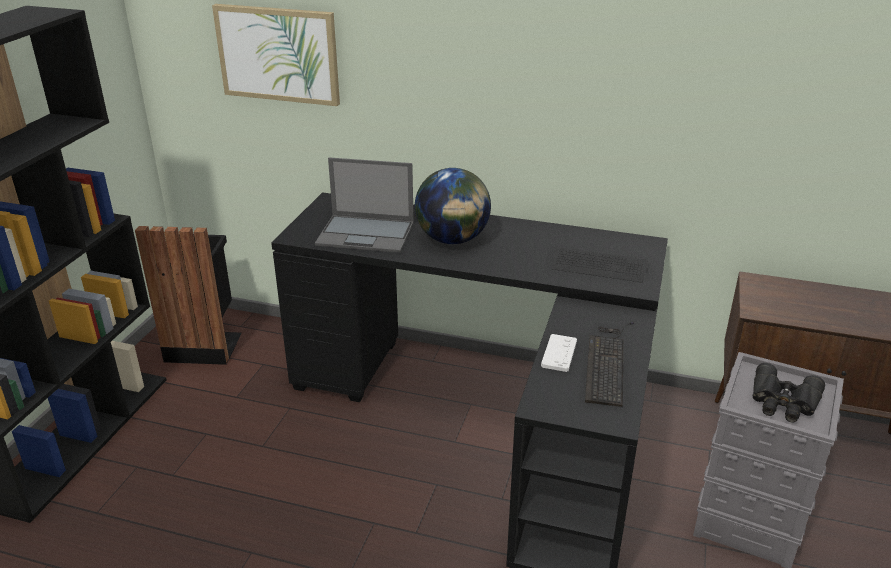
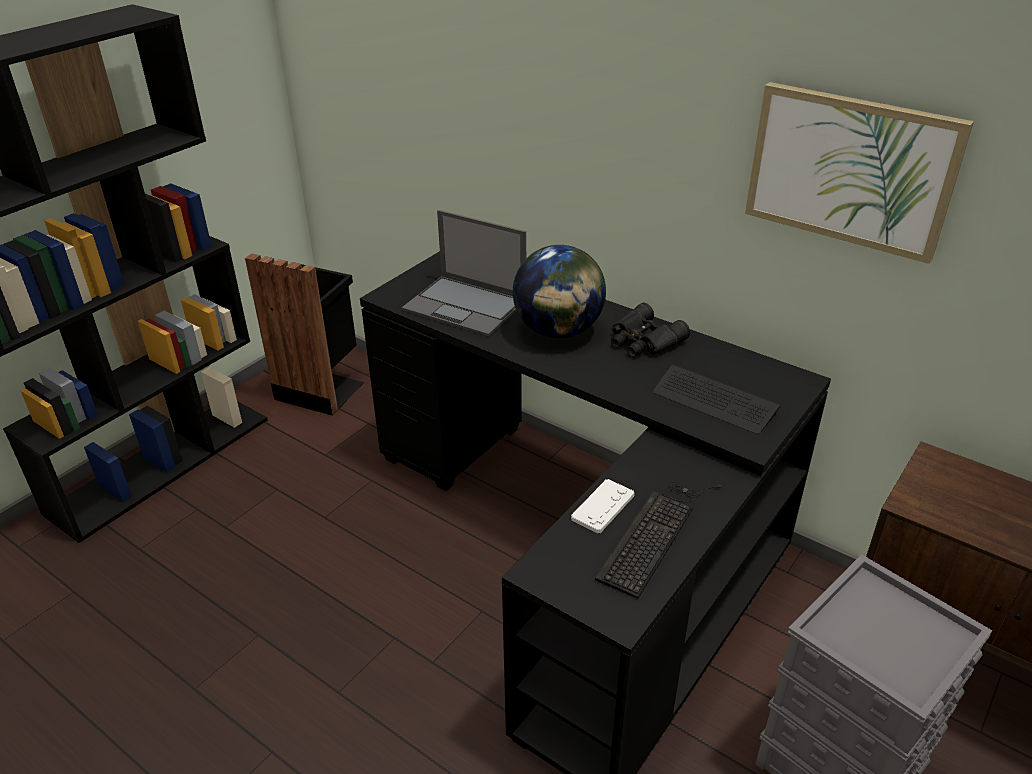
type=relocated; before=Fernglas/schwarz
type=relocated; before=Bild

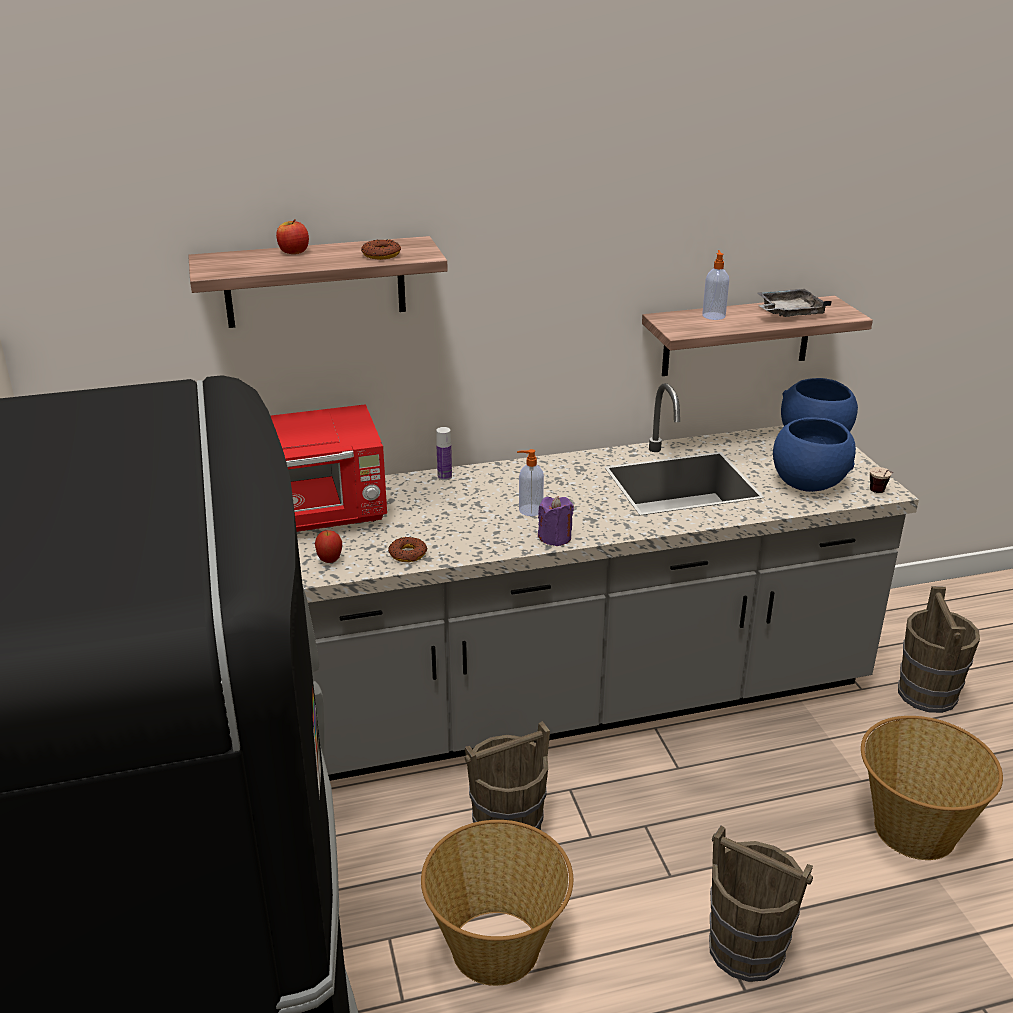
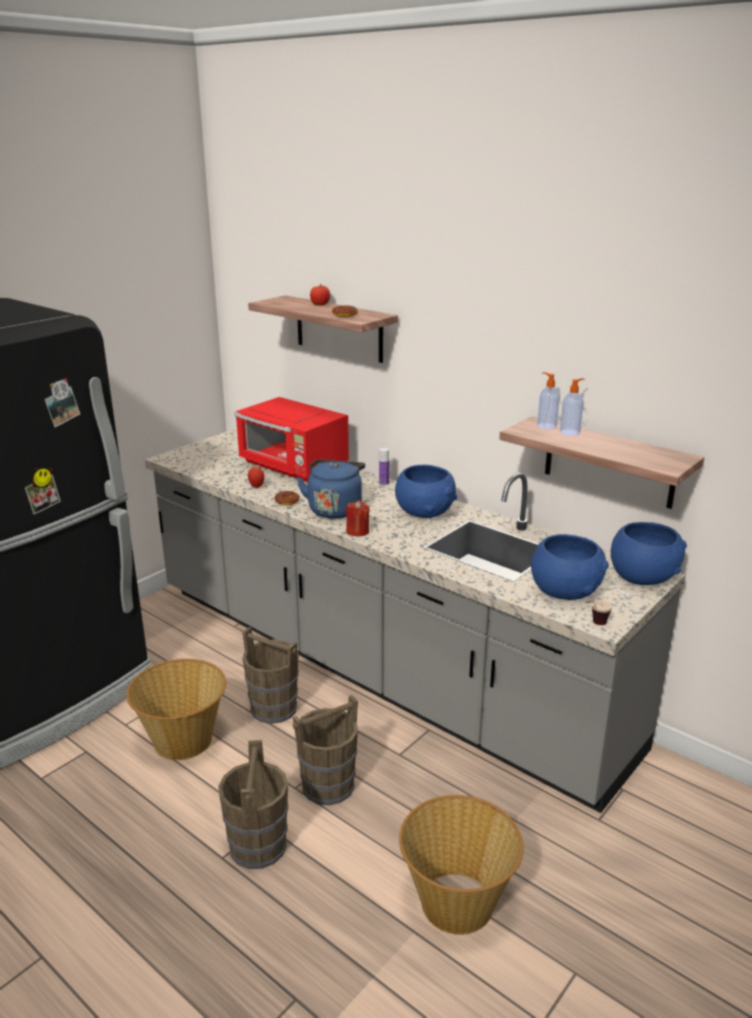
type=relocated; before=Eimer/braun (no. 3 from left)
type=appeared; after=Wasserkessel/blau
type=colour; before=Kerze/lila; after=Kerze/rot
type=appeared; after=Schüssel/blau (no. 1 from left)
type=relocated; before=Seifenspender (no. 1 from left)
type=missing; before=Tablett/grau

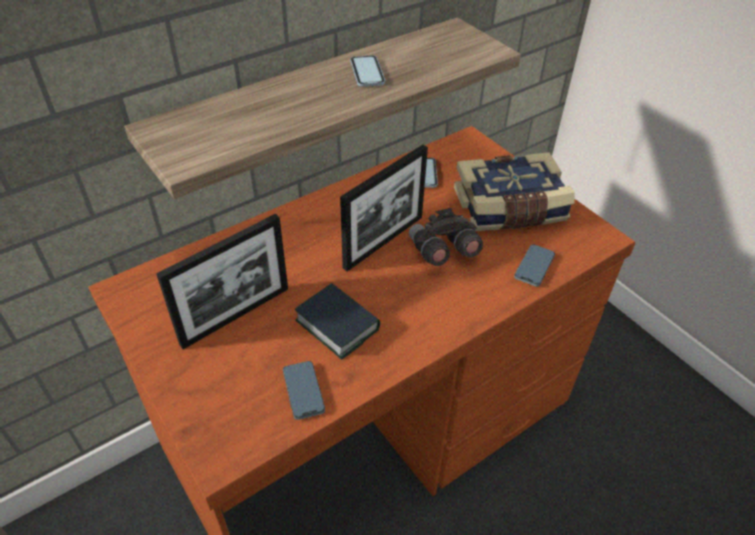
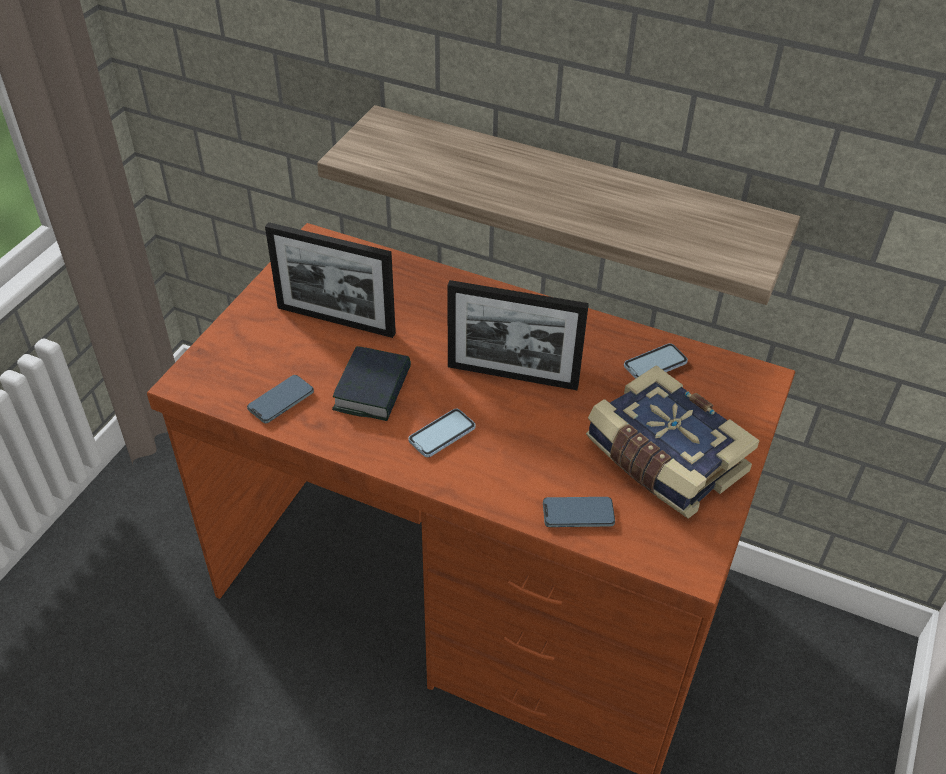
type=relocated; before=Handy (no. 2 from left)
type=missing; before=Fernglas/grau

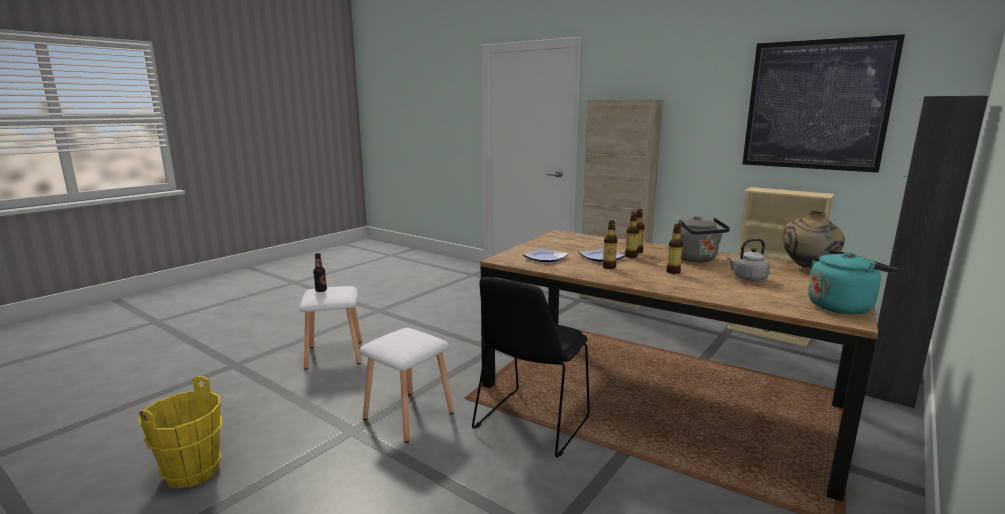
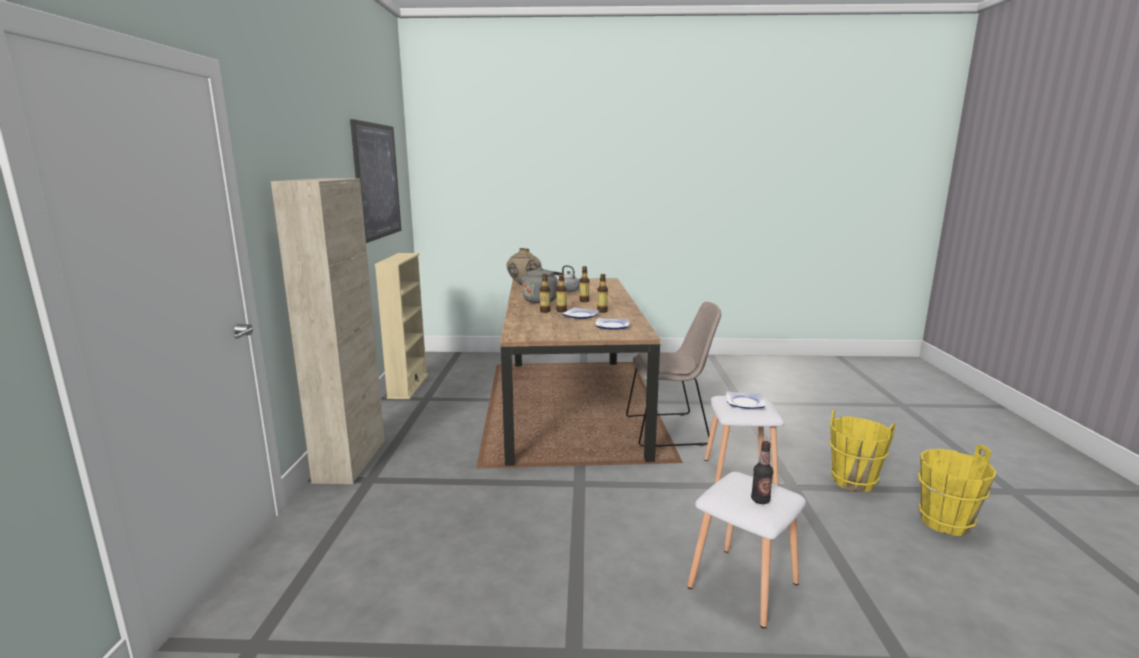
type=colour; before=Stuhl/schwarz; after=Stuhl/beige
type=appeared; after=Teller (no. 3 from left)
type=appeared; after=Eimer/gelb (no. 1 from left)
type=missing; before=Wasserkessel/türkis
type=missing; before=Schrank/schwarz

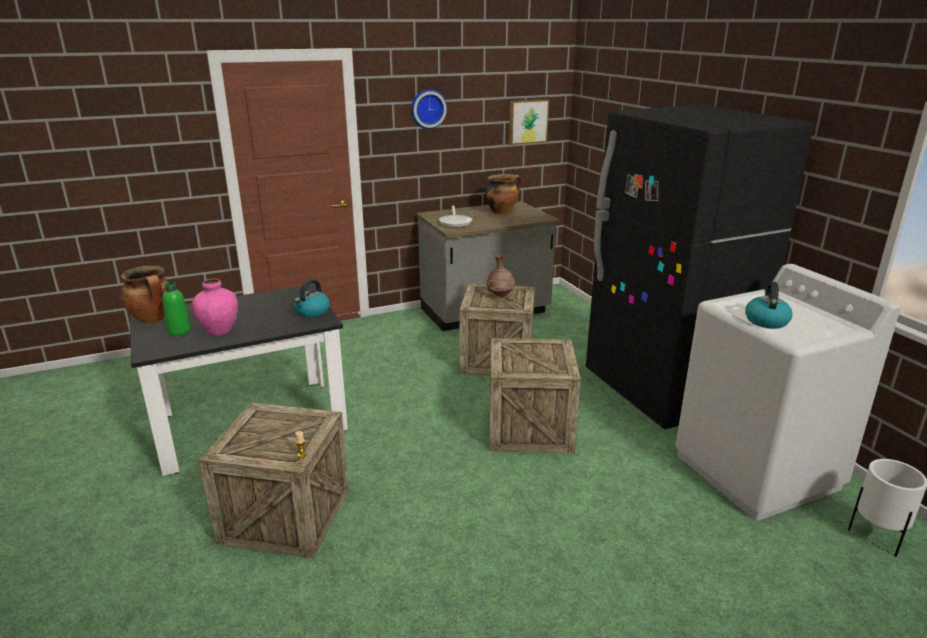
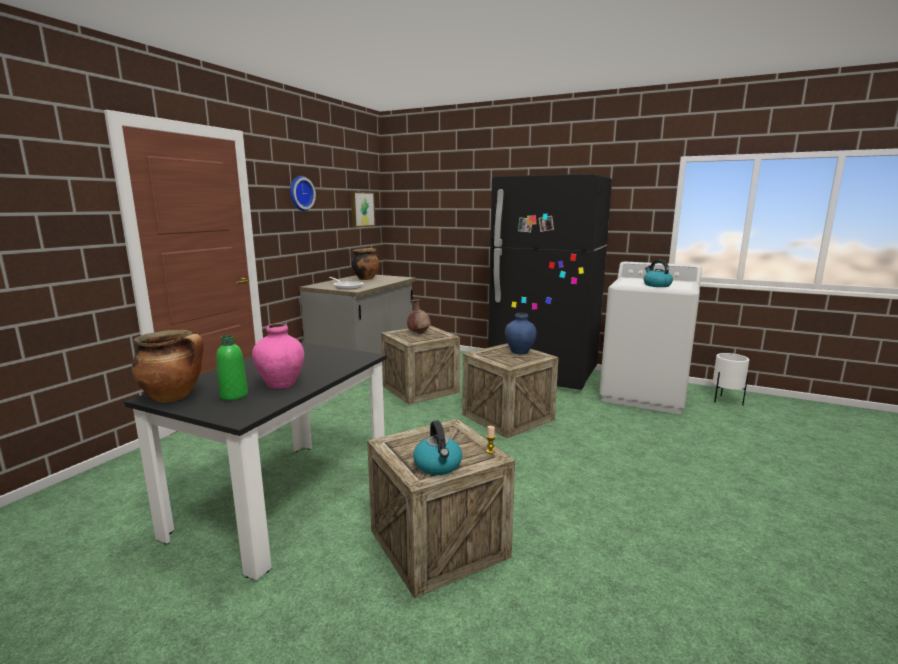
type=relocated; before=Wasserkessel (no. 1 from left)
type=appeared; after=Vase/blau

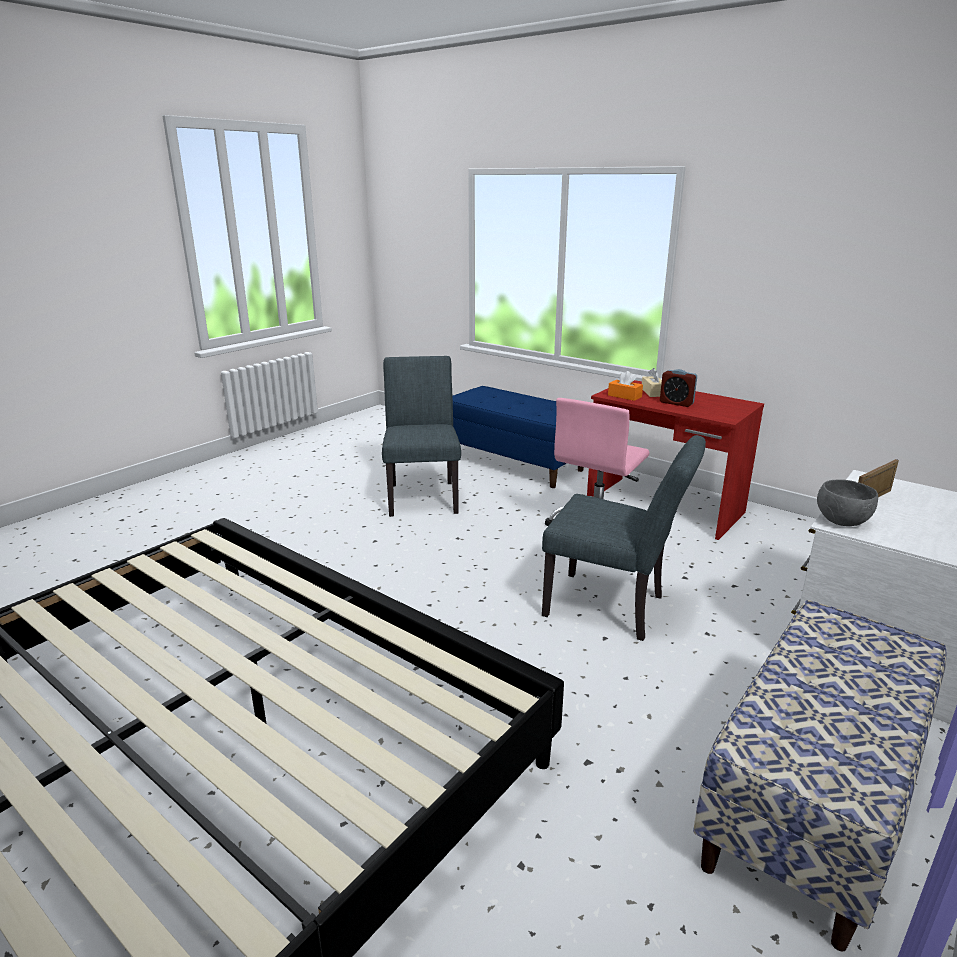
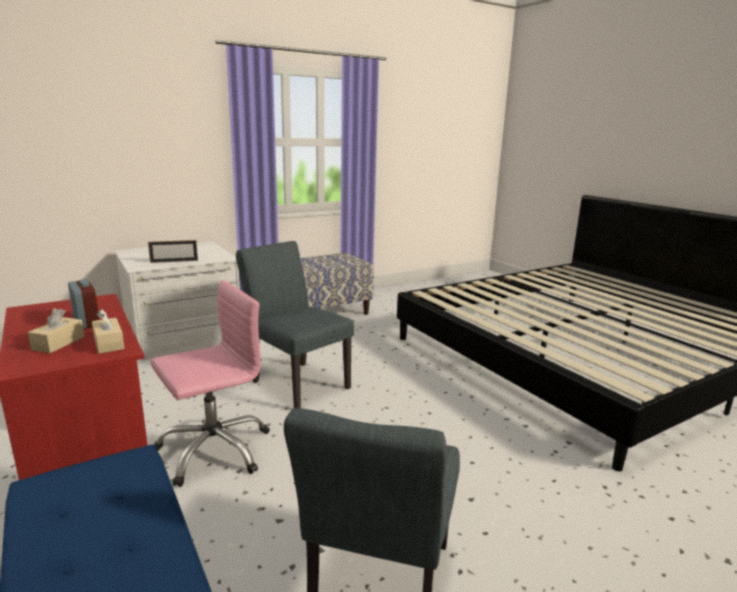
type=colour; before=Taschentuchbox/orange; after=Taschentuchbox/beige (no. 2 from left)
type=missing; before=Schüssel/grau

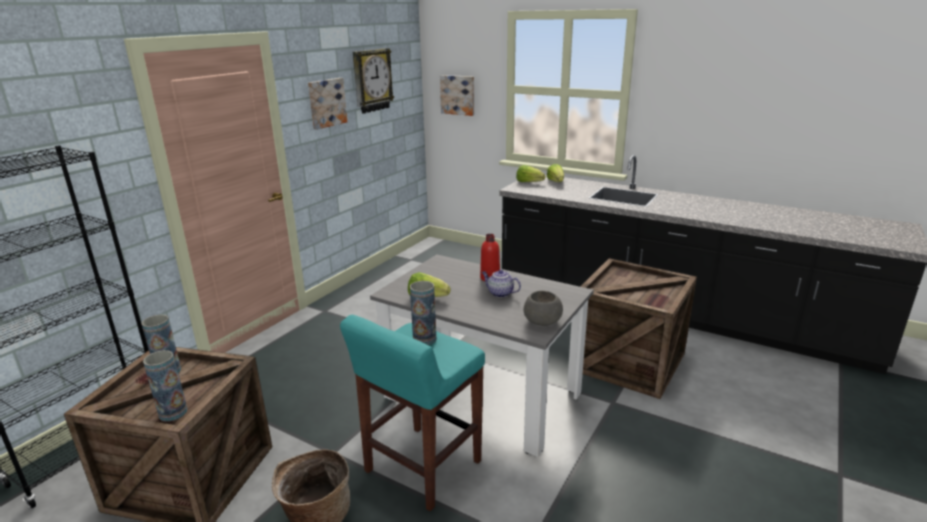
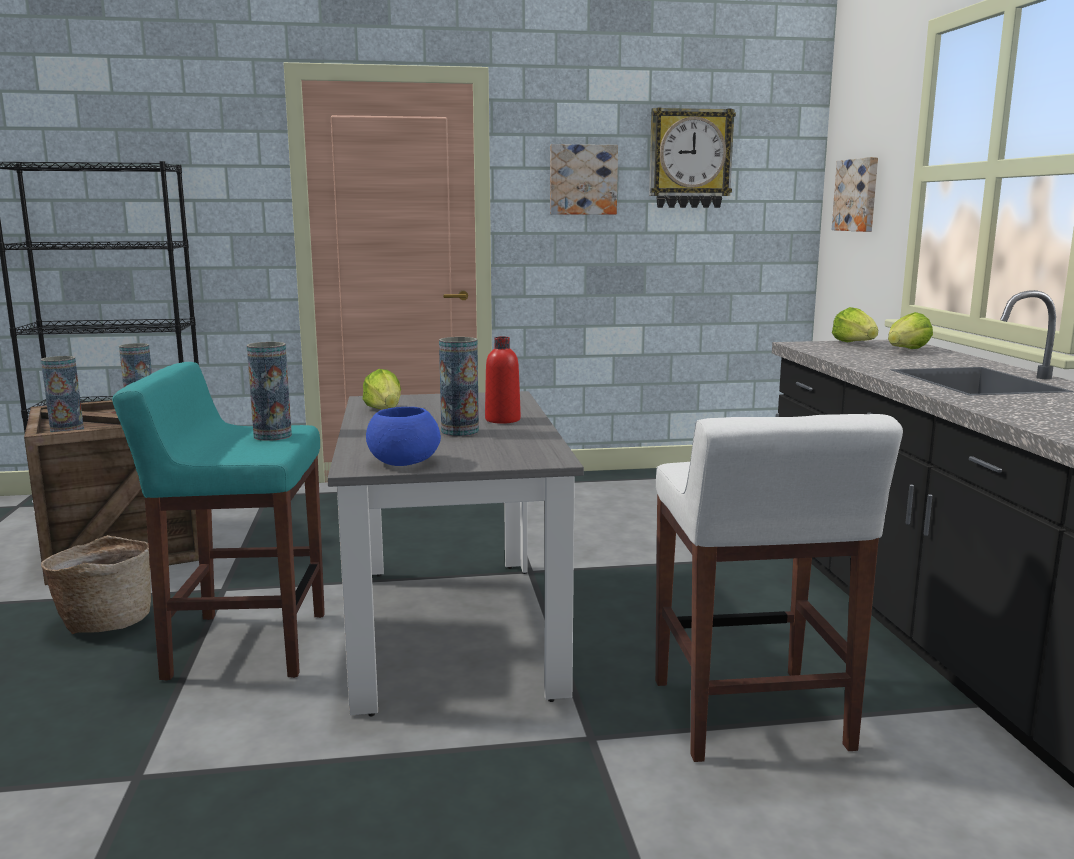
type=colour; before=Schüssel/grau; after=Schüssel/blau
type=exchanged; before=Teekanne; after=Vase (no. 4 from left)
type=exchanged; before=Kiste (no. 2 from left); after=Hocker/weiß

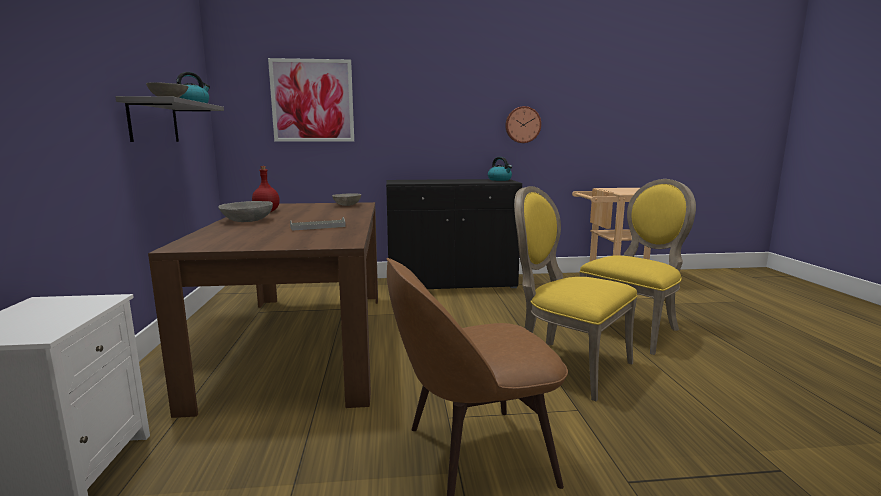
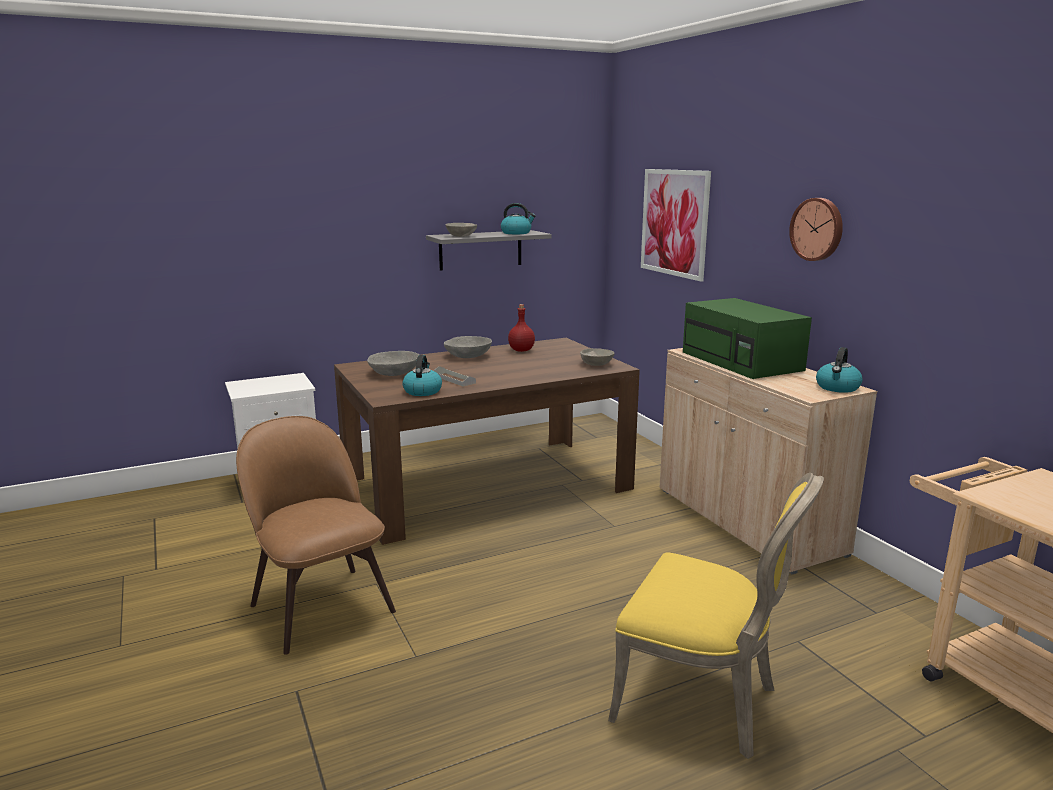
type=appeared; after=Schüssel/grau (no. 1 from left)
type=appeared; after=Wasserkessel (no. 1 from left)
type=colour; before=Schrank/schwarz; after=Schrank/beige
type=appeared; after=Mikrowelle/grün
type=relocated; before=Wanduhr
type=missing; before=Stuhl/gelb (no. 1 from left)

